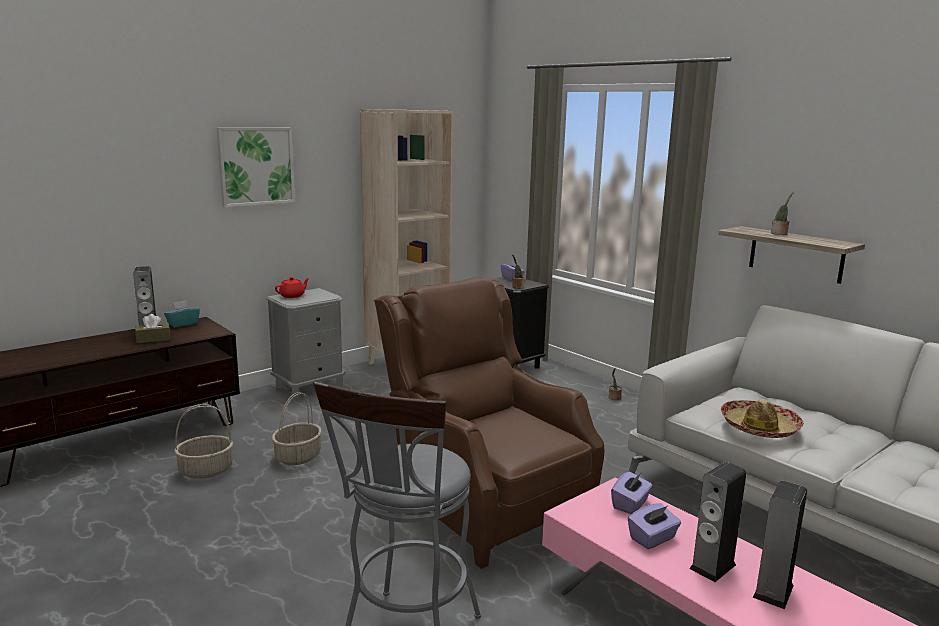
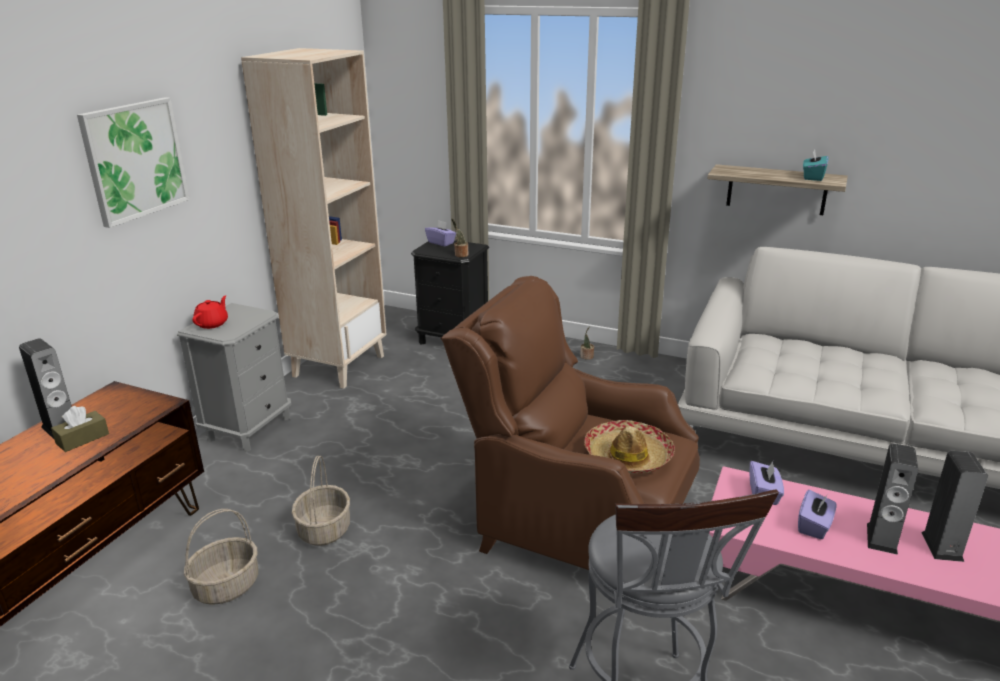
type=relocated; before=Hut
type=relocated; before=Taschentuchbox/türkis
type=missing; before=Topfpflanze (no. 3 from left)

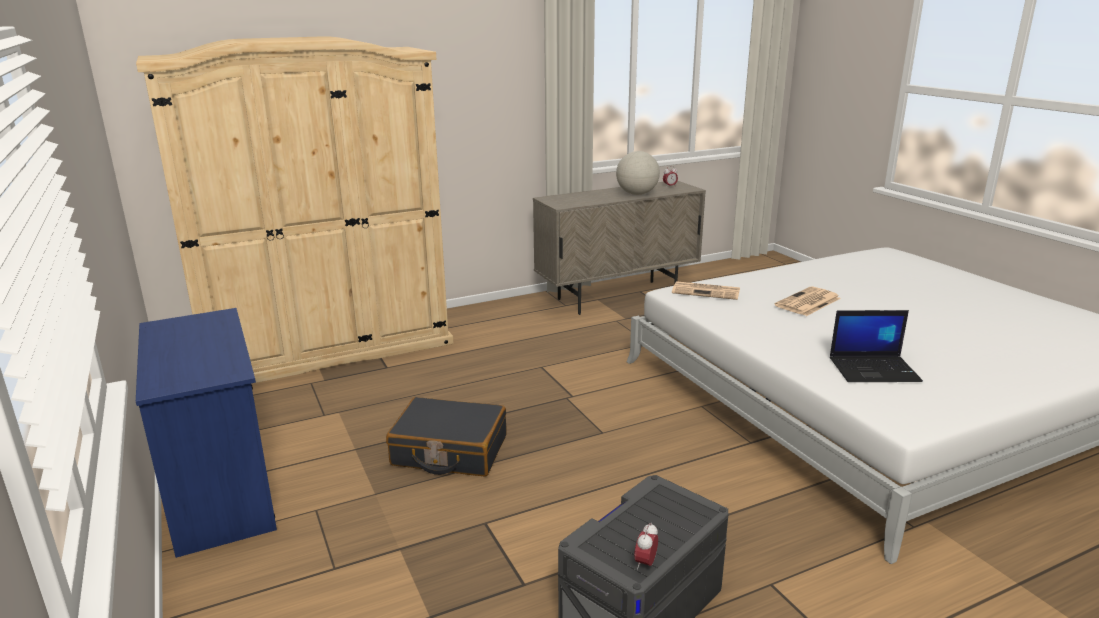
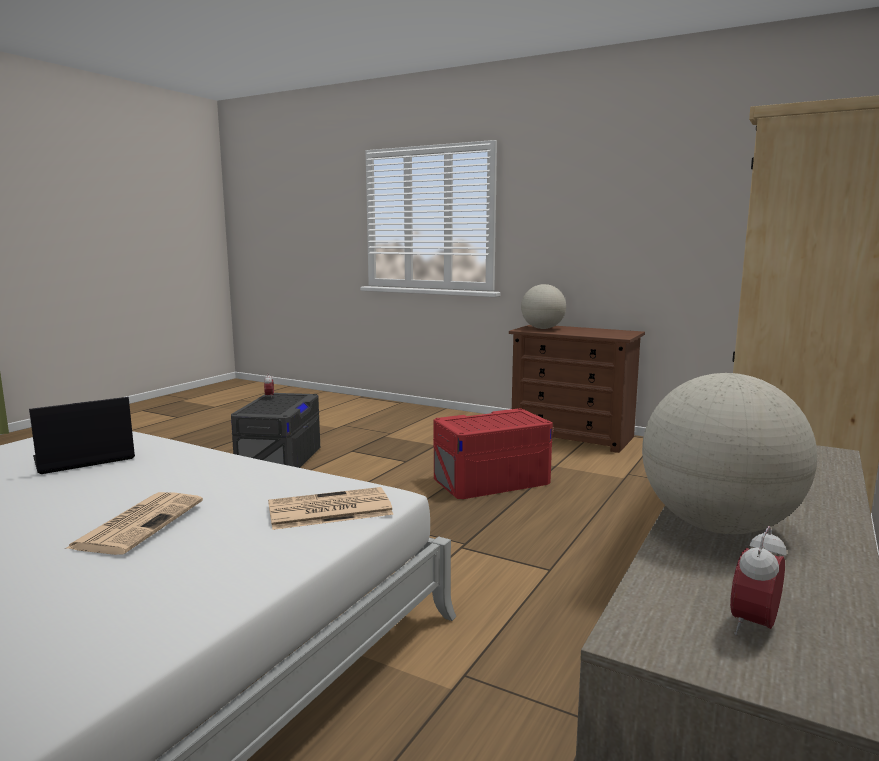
type=exchanged; before=Koffer/schwarz; after=Aufbewahrungsbox/rot
type=colour; before=Kommode/blau; after=Kommode/braun
type=appeared; after=Globus (no. 1 from left)

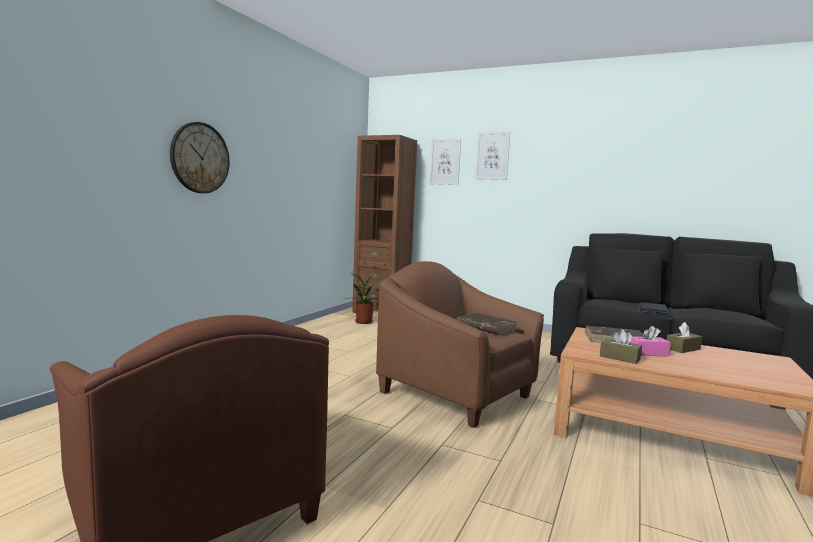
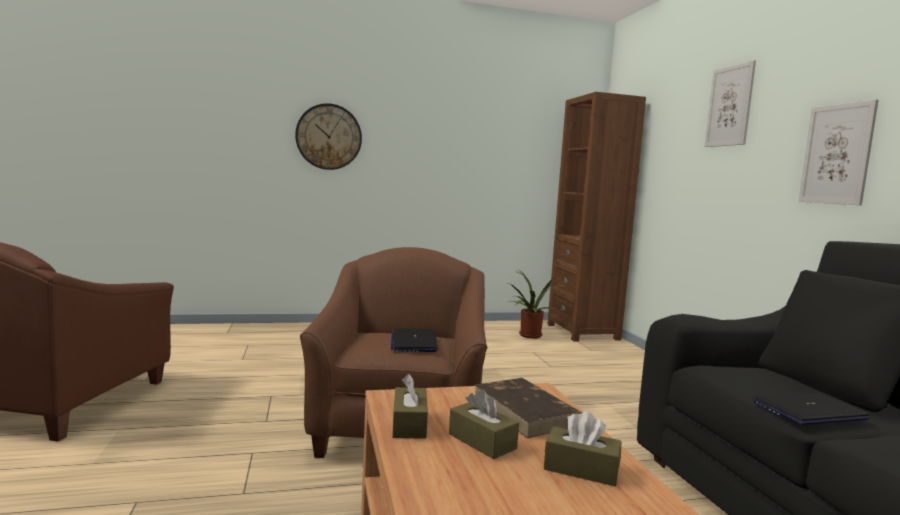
type=exchanged; before=Buch/braun (no. 1 from left); after=Laptop (no. 1 from left)
type=colour; before=Taschentuchbox/rosa; after=Taschentuchbox/braun (no. 2 from left)
type=relocated; before=Bild (no. 1 from left in the first image); after=Bild (no. 2 from left)

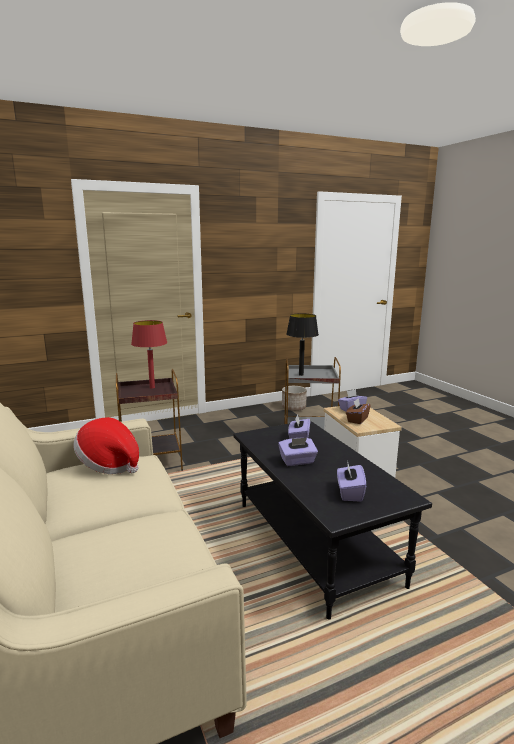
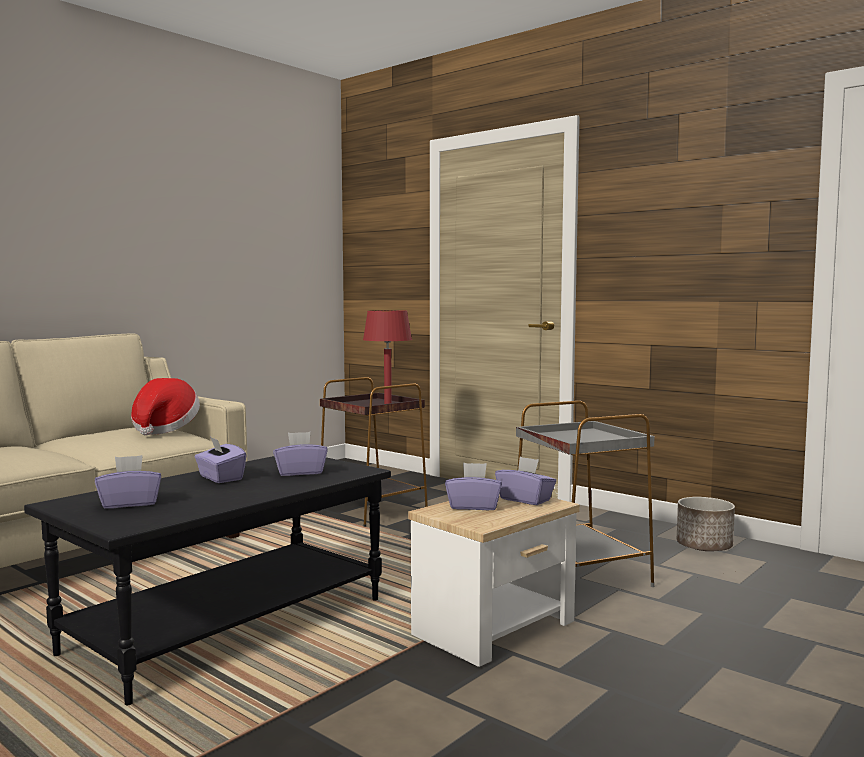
type=colour; before=Taschentuchbox/braun; after=Taschentuchbox/lila (no. 4 from left)
type=missing; before=Tischlampe/schwarz

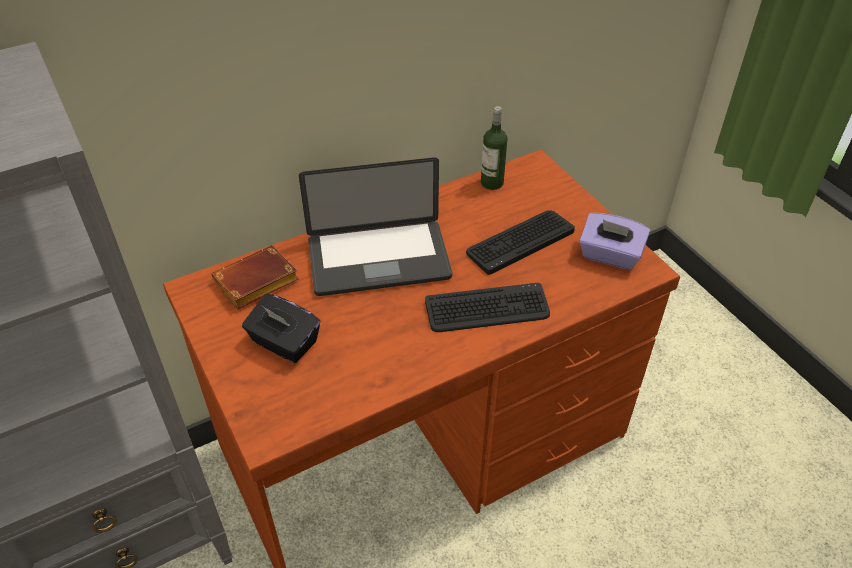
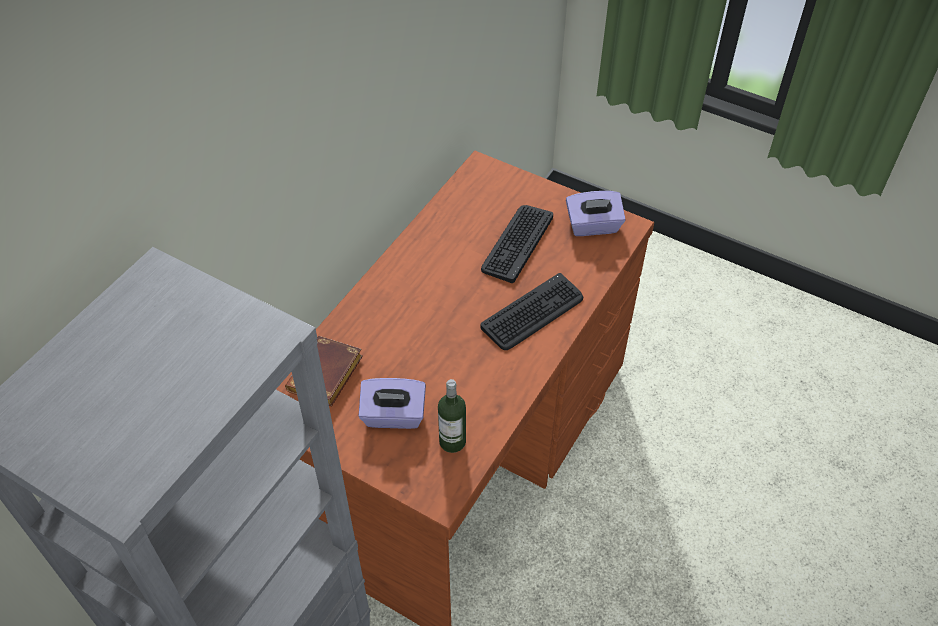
type=colour; before=Taschentuchbox/schwarz; after=Taschentuchbox/lila (no. 1 from left)
type=relocated; before=Flasche
type=missing; before=Laptop

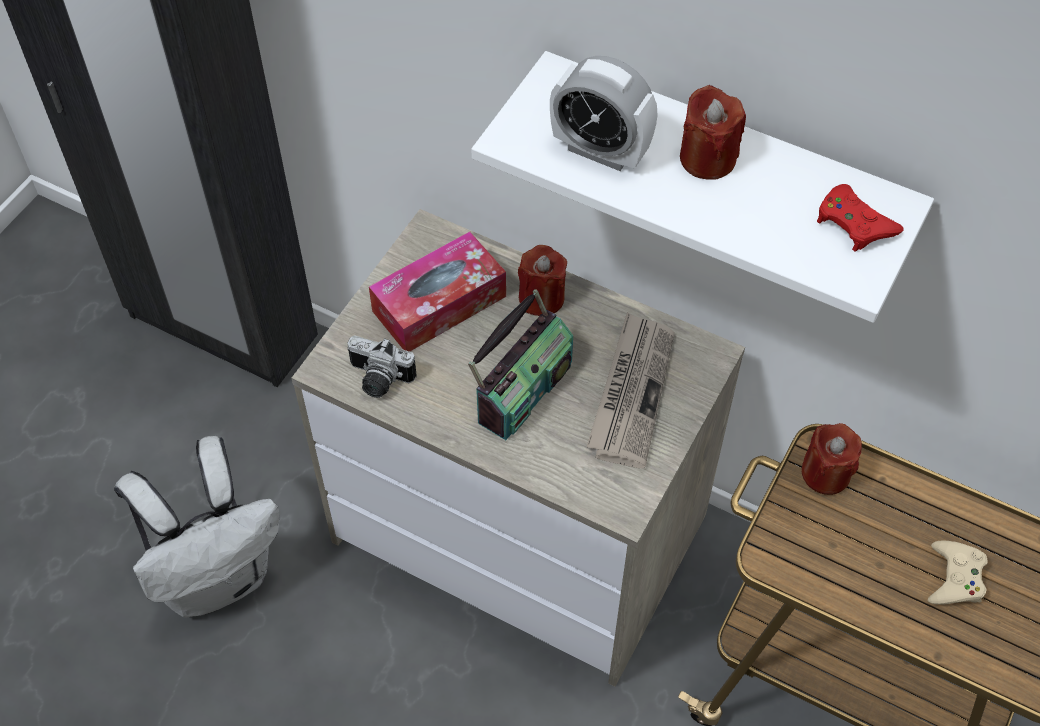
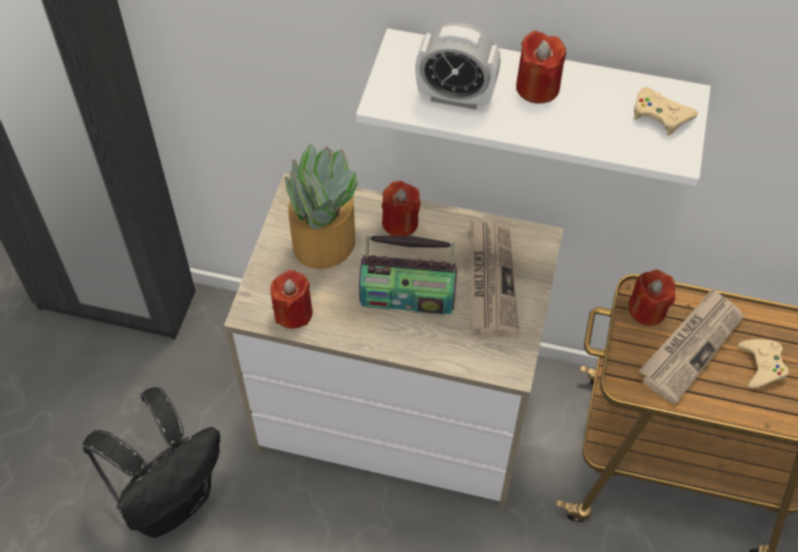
type=colour; before=Rucksack/weiß; after=Rucksack/schwarz
type=exchanged; before=Kamera; after=Kerze/rot (no. 1 from left)
type=exchanged; before=Taschentuchbox; after=Topfpflanze
type=spun; before=Radio; turn=75
type=colour; before=Gamepad/rot; after=Gamepad/beige (no. 1 from left)
type=appeared; after=Zeitung (no. 2 from left)

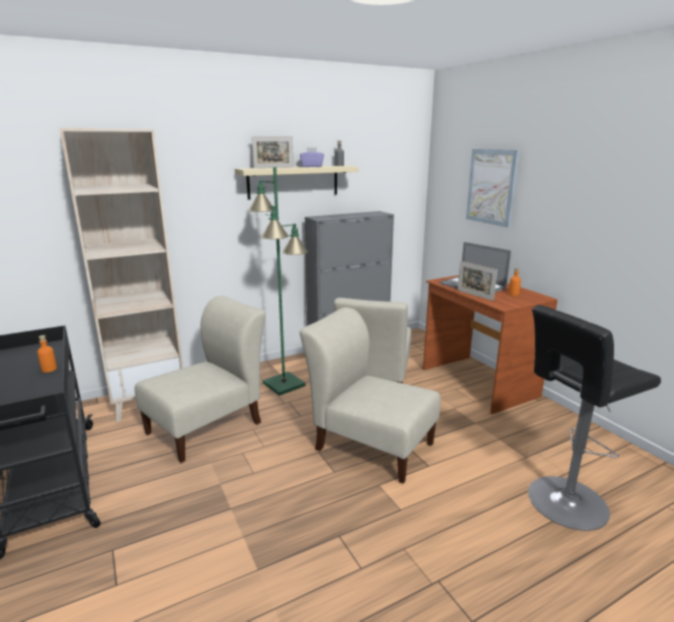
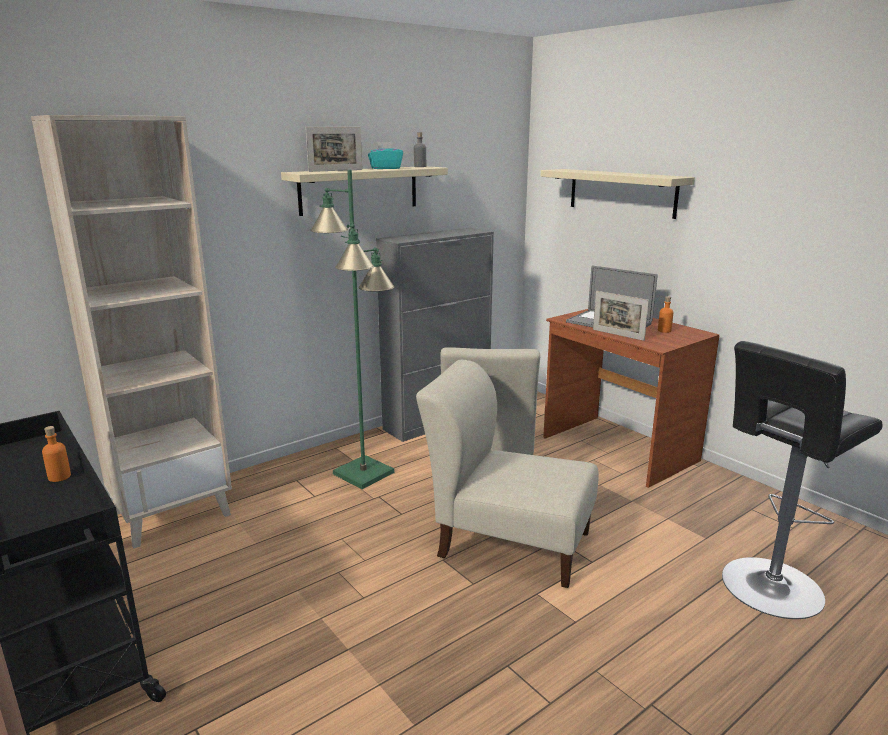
type=colour; before=Taschentuchbox/lila; after=Taschentuchbox/türkis
type=exchanged; before=Bild; after=Wandregal/beige (no. 2 from left)
type=missing; before=Stuhl/beige (no. 1 from left)

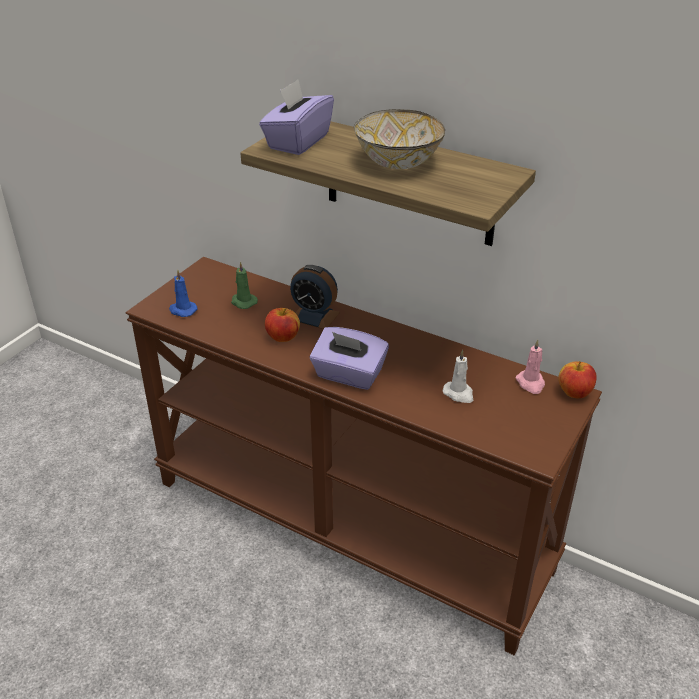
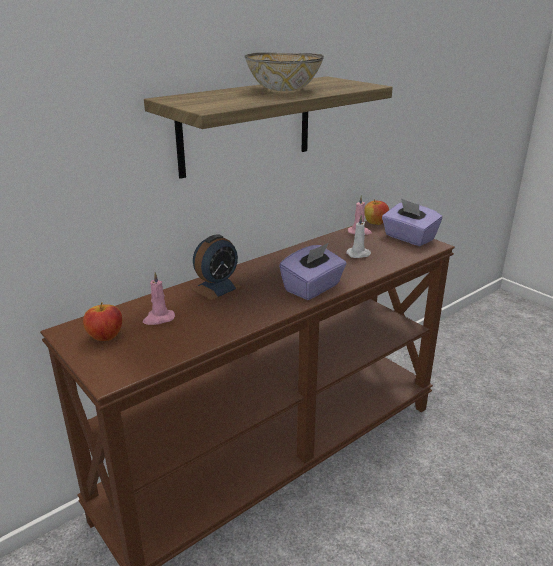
type=relocated; before=Apfel (no. 1 from left)
type=colour; before=Kerze/grün; after=Kerze/rosa (no. 1 from left)
type=relocated; before=Taschentuchbox/lila (no. 1 from left in the first image); after=Taschentuchbox/lila (no. 2 from left)
type=missing; before=Kerze/blau

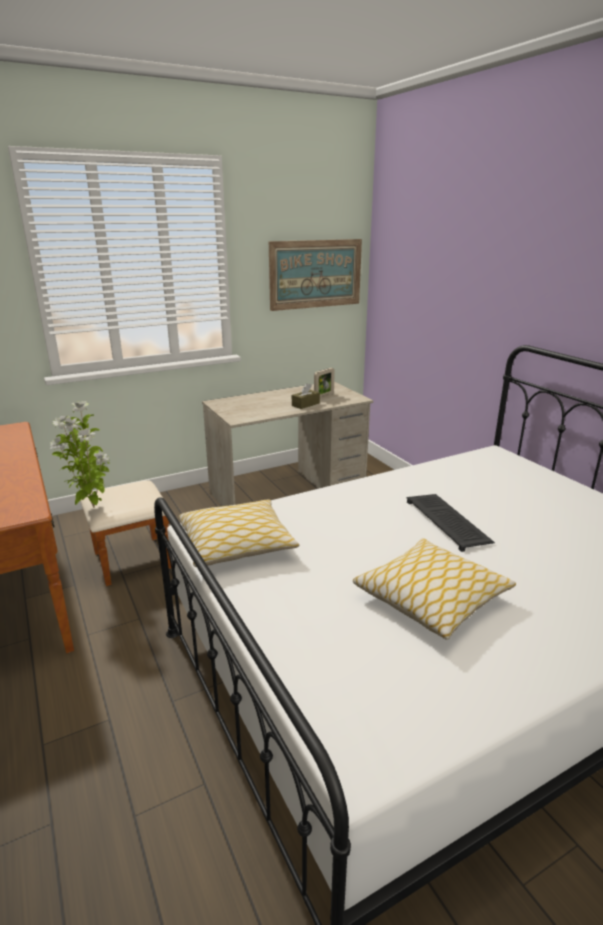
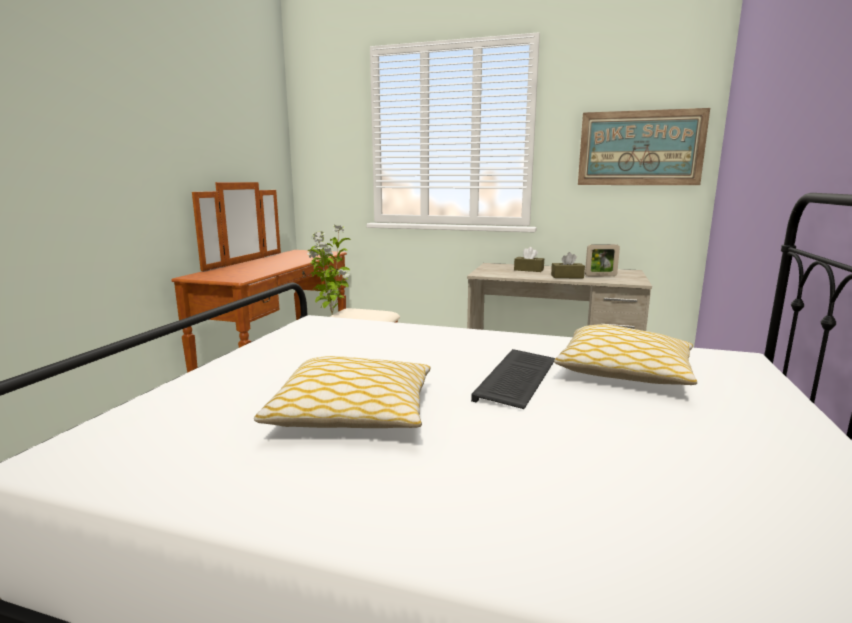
type=appeared; after=Taschentuchbox/braun (no. 1 from left)
type=relocated; before=Kissen (no. 1 from left in the first image); after=Kissen (no. 2 from left)

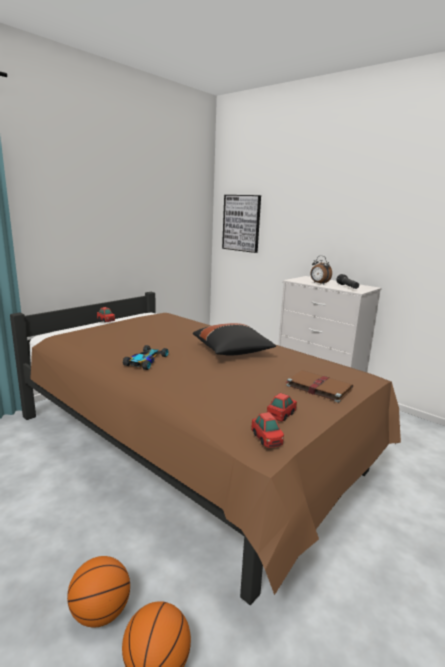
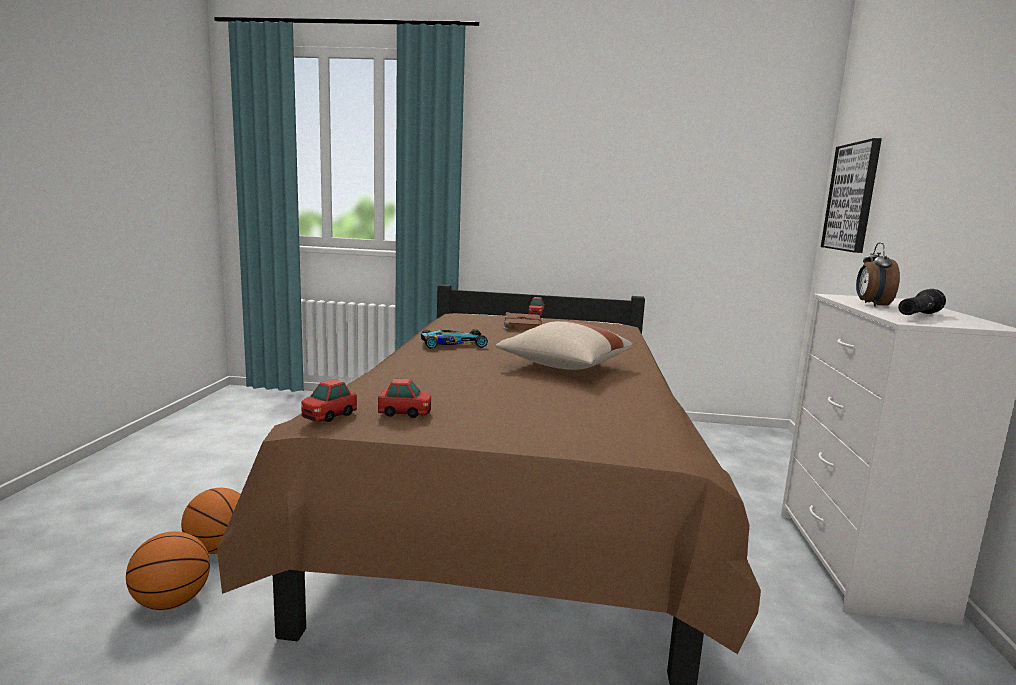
type=colour; before=Kissen/schwarz; after=Kissen/beige
type=relocated; before=Buch/braun

